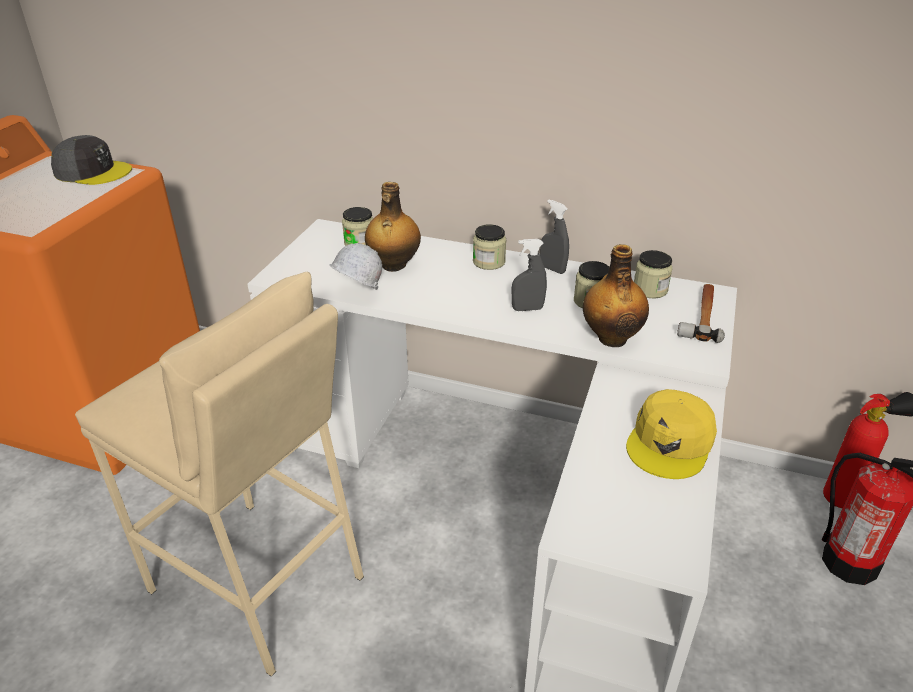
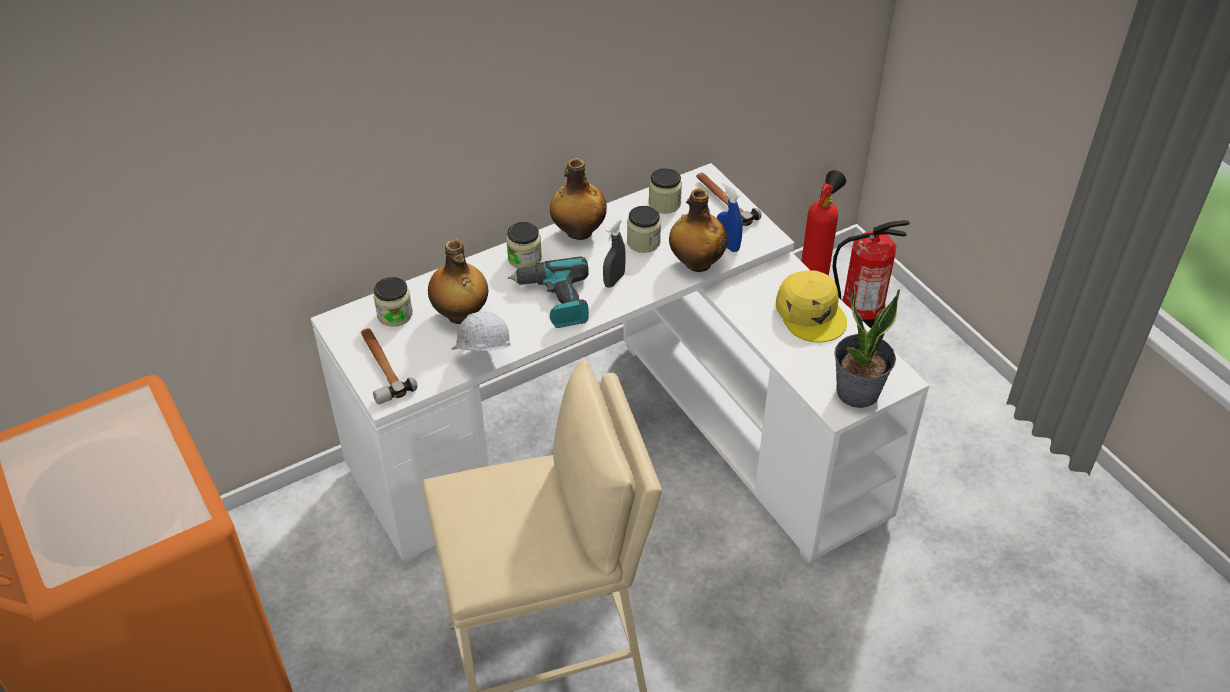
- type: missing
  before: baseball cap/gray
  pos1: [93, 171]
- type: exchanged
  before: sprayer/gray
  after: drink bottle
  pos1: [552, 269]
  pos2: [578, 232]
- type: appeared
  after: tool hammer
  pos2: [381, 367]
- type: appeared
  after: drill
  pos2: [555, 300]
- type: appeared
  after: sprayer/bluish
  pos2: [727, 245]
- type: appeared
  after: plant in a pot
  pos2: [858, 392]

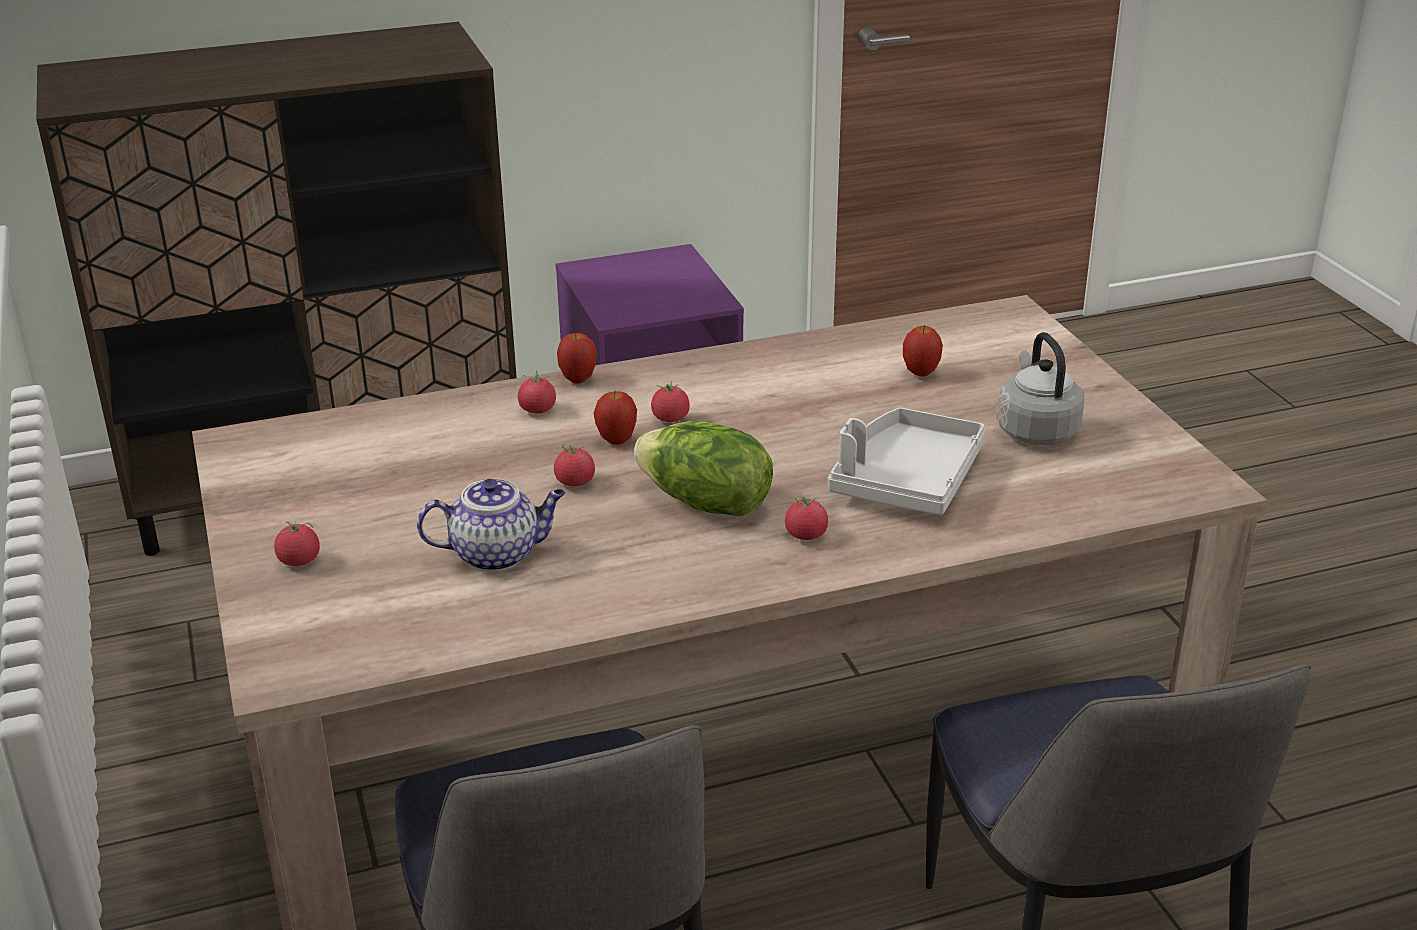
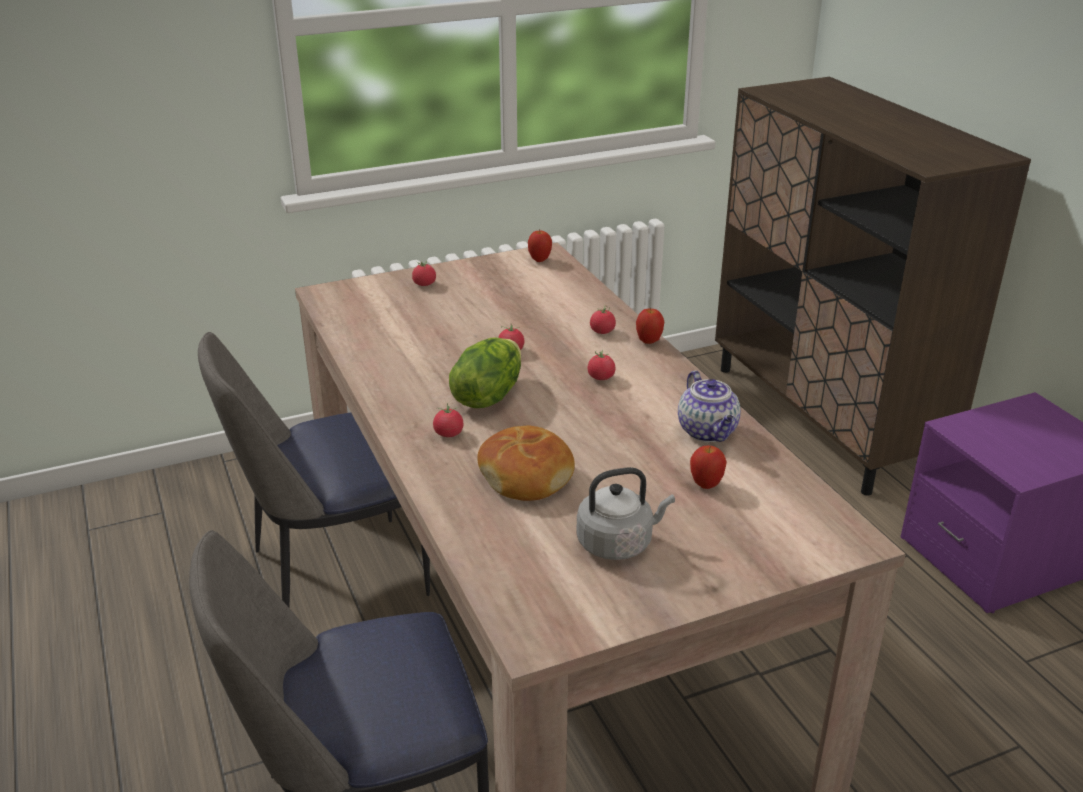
- type: relocated
  before: pot for tea
  pos1: [497, 554]
  pos2: [708, 432]
- type: relocated
  before: apple fruit
  pos1: [616, 440]
  pos2: [540, 260]
- type: exchanged
  before: carrying tray/gray
  after: baked bread
  pos1: [906, 479]
  pos2: [526, 475]

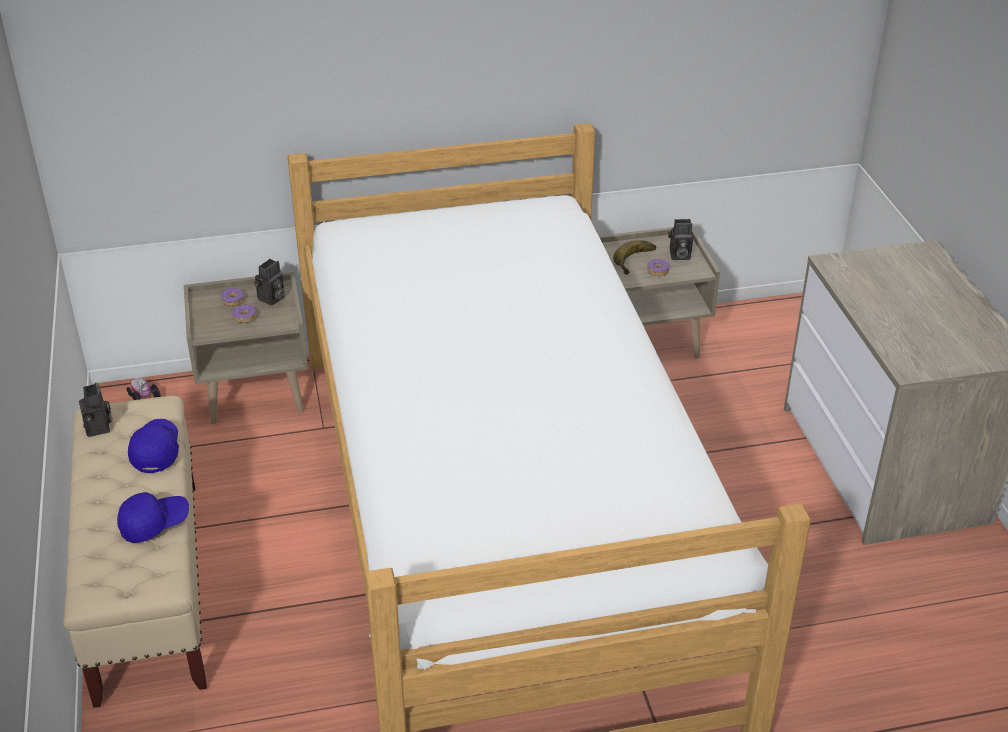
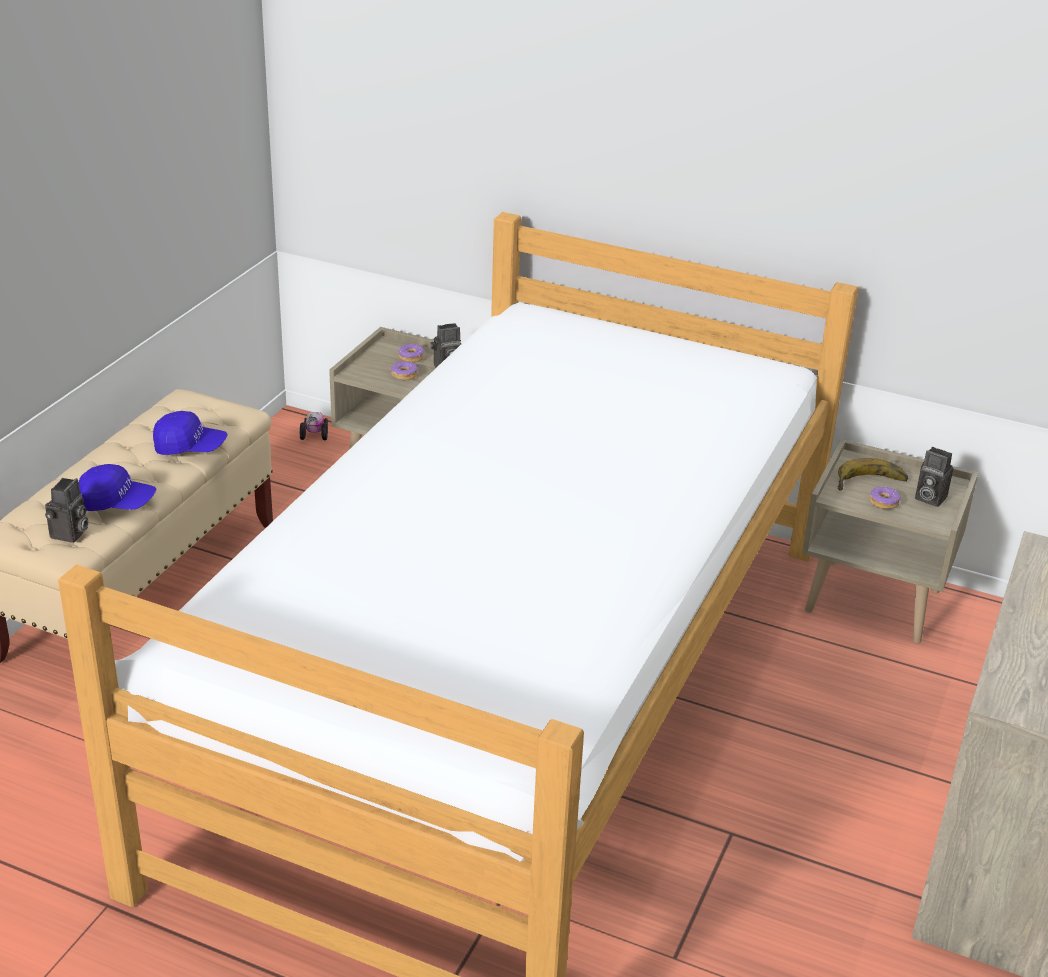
- type: relocated
  before: still camera
  pos1: [99, 428]
  pos2: [70, 534]
- type: spun
  before: baseball cap/bluish
  pos1: [156, 451]
  pos2: [190, 447]
  turn: 60

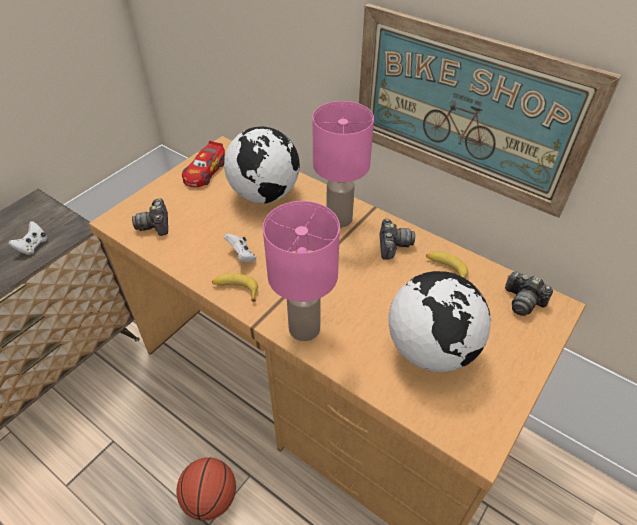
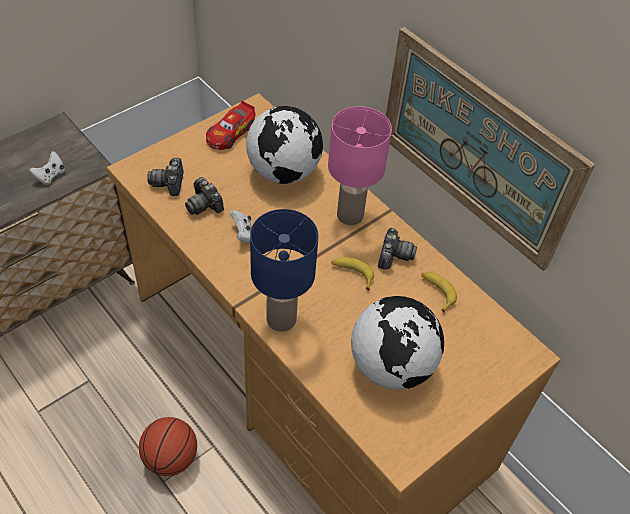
- type: relocated
  before: whole banana
  pos1: [236, 289]
  pos2: [352, 274]
- type: colour
  before: lamp for a table/pinkish
  after: lamp for a table/bluish
  pos1: [304, 329]
  pos2: [281, 320]
- type: relocated
  before: still camera
  pos1: [523, 301]
  pos2: [204, 204]

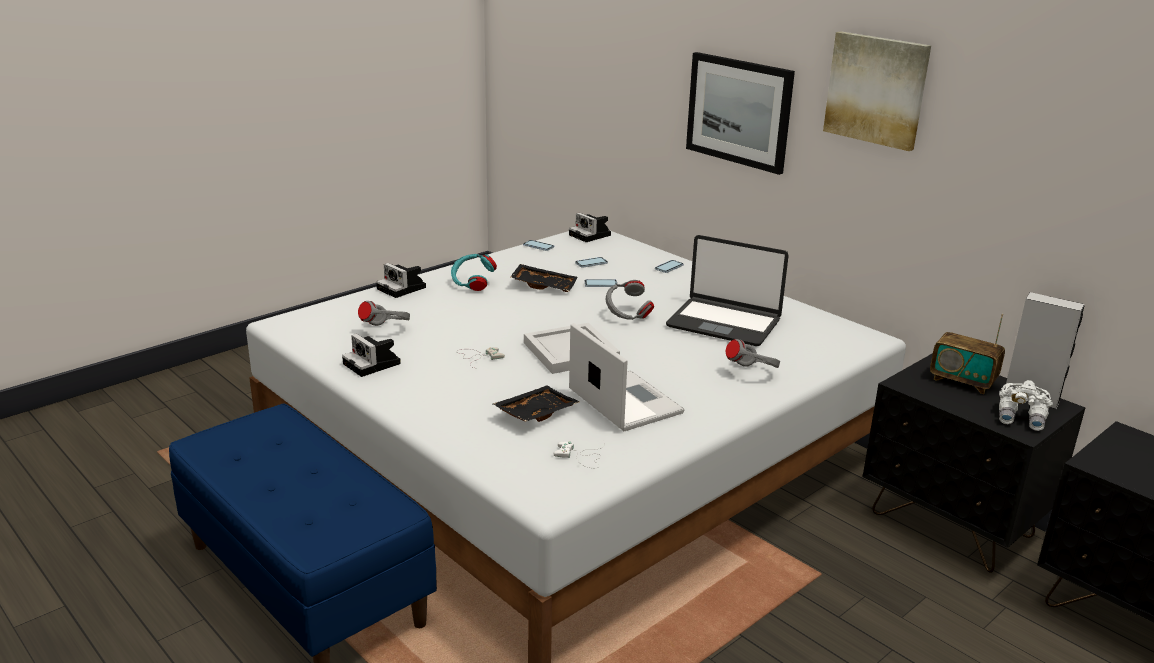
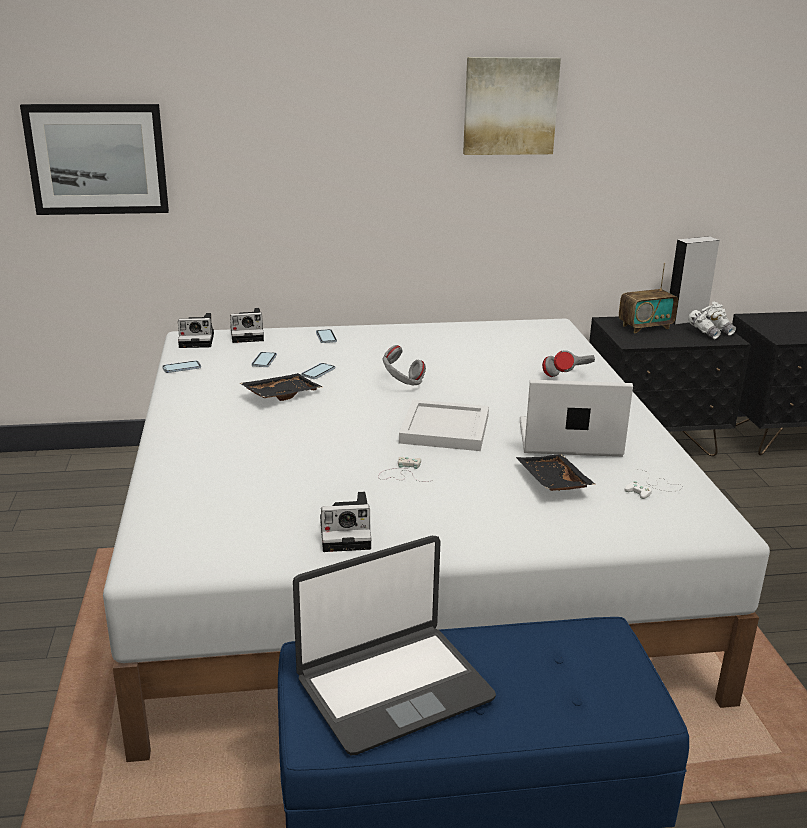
- type: missing
  before: pair of headphones/gray
  pos1: [386, 330]
- type: relocated
  before: still camera
  pos1: [403, 288]
  pos2: [248, 335]
- type: missing
  before: pair of headphones/turquoise-coloured
  pos1: [472, 285]
- type: relocated
  before: notebook computer
  pos1: [724, 323]
  pos2: [393, 688]
- type: relocated
  before: wall art
  pos1: [739, 111]
  pos2: [97, 159]

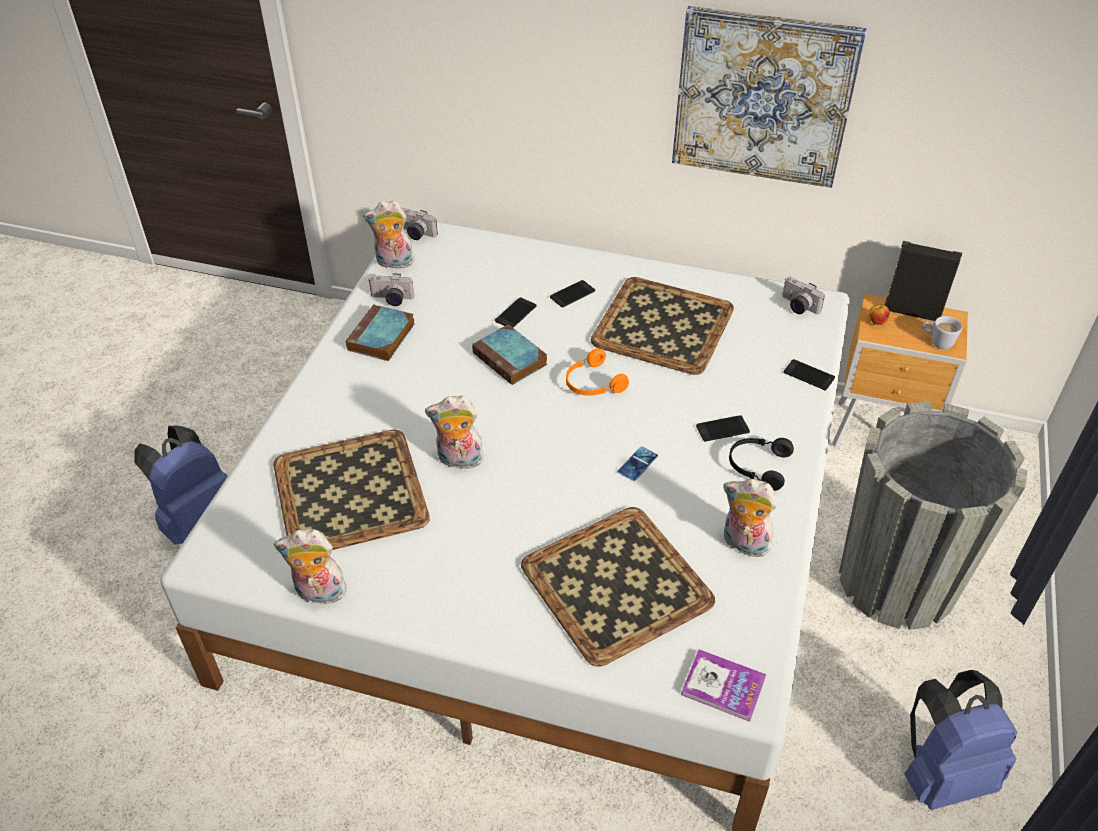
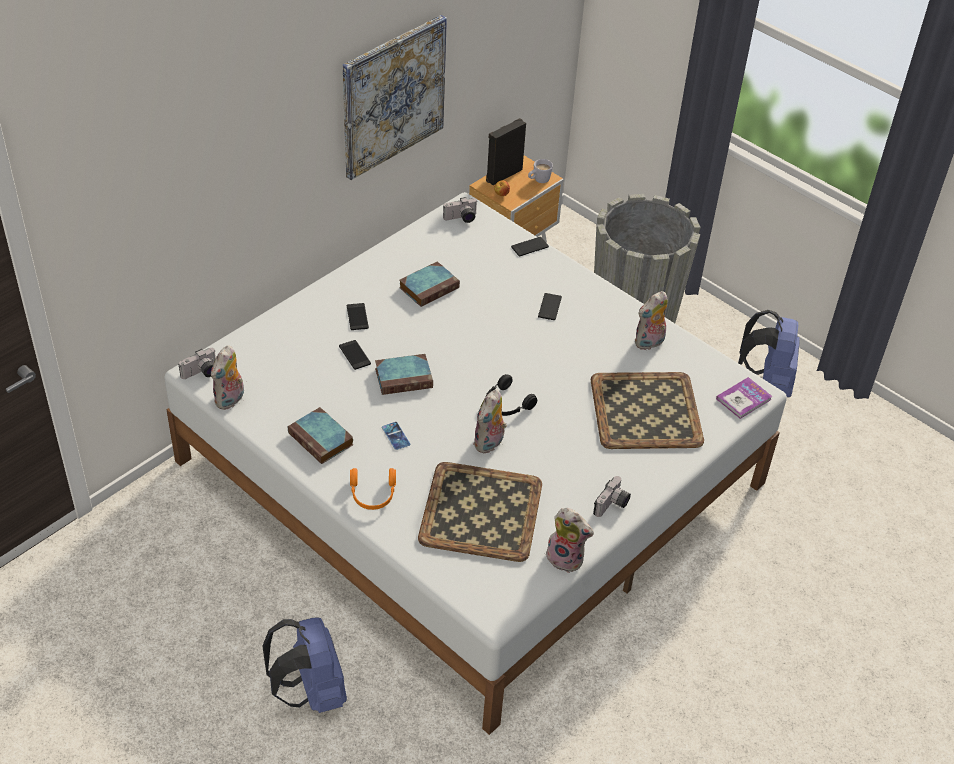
- type: spun
  before: cuddly toy
  pos1: [318, 594]
  pos2: [566, 558]
  turn: -90
- type: relocated
  before: still camera
  pos1: [391, 299]
  pos2: [612, 505]
- type: relocated
  before: pair of headphones/orange
  pos1: [592, 383]
  pos2: [373, 494]
- type: exchanged
  before: carrying tray
  after: bound book
  pos1: [664, 325]
  pos2: [429, 287]
- type: relocated
  before: handset
  pos1: [637, 464]
  pos2: [396, 436]
- type: relocated
  before: pair of headphones/blackish
  pos1: [757, 466]
  pos2: [506, 404]

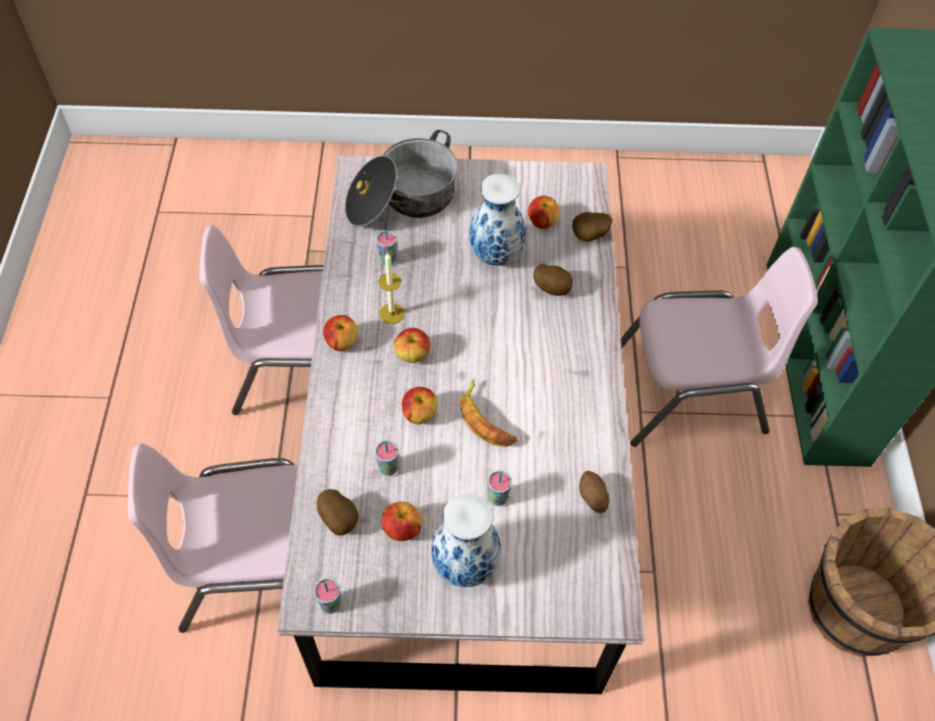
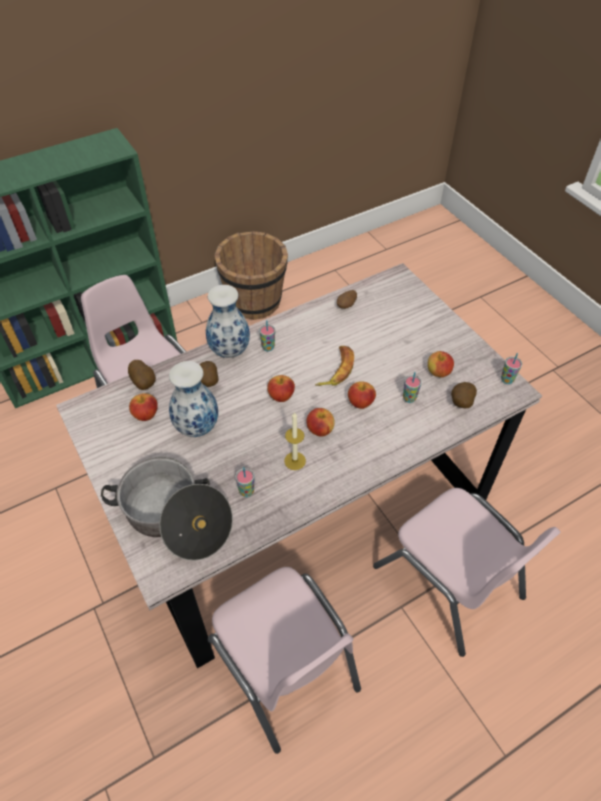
- type: relocated
  before: apple fruit
  pos1: [341, 342]
  pos2: [281, 396]
- type: relocated
  before: decorative vase
  pos1: [464, 566]
  pos2: [230, 351]
- type: relocated
  before: drinking cup
  pos1: [498, 498]
  pos2: [268, 347]

